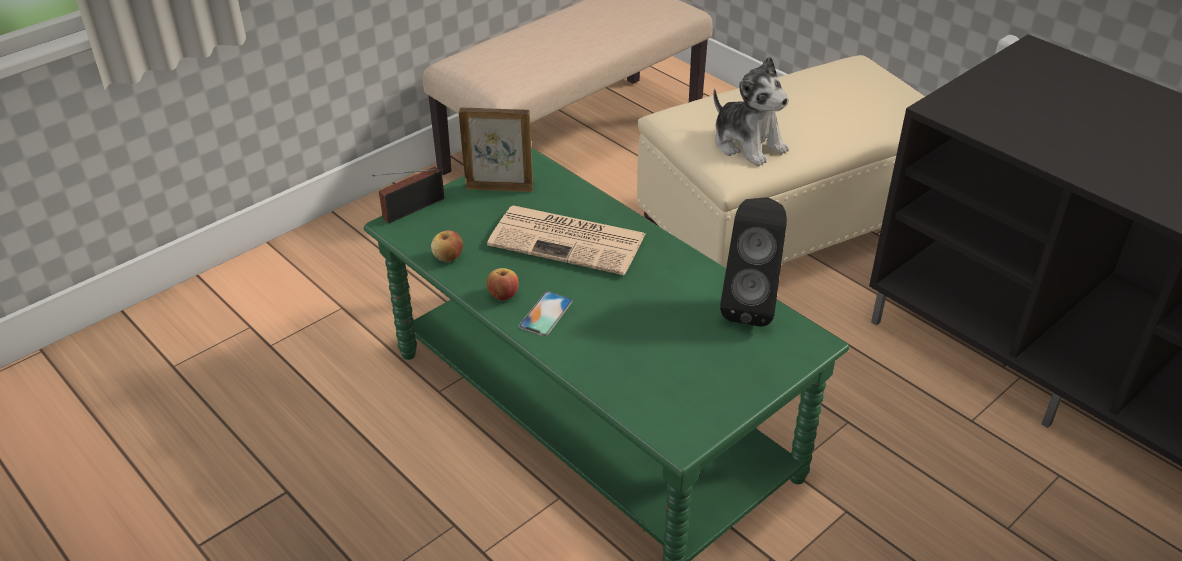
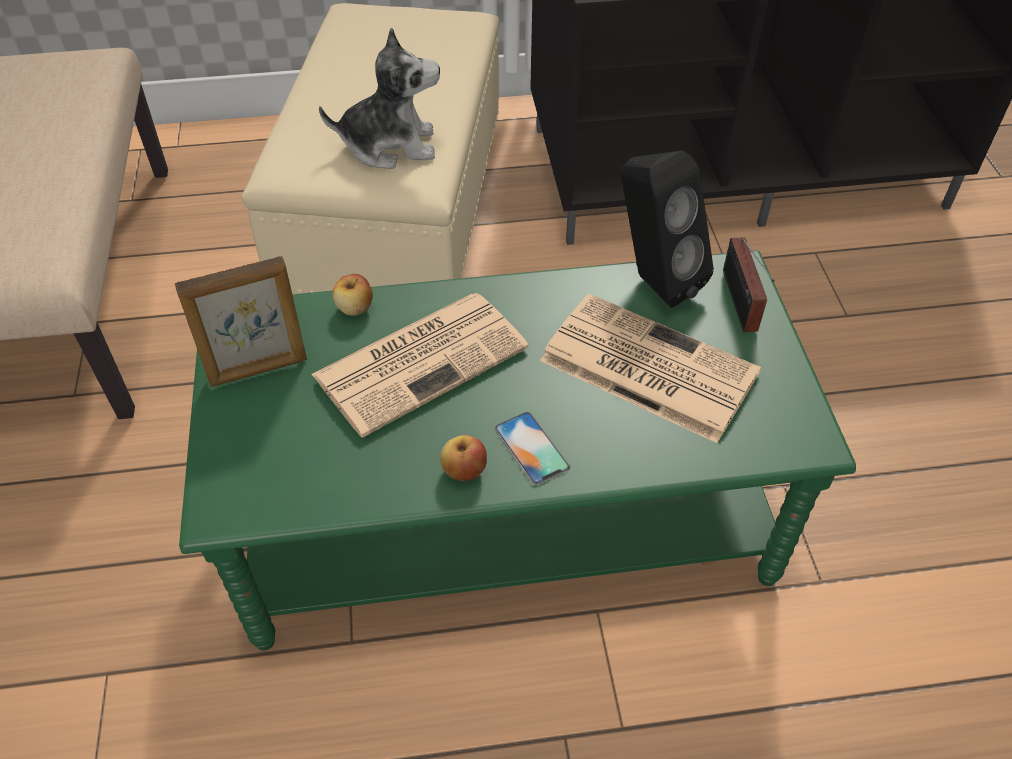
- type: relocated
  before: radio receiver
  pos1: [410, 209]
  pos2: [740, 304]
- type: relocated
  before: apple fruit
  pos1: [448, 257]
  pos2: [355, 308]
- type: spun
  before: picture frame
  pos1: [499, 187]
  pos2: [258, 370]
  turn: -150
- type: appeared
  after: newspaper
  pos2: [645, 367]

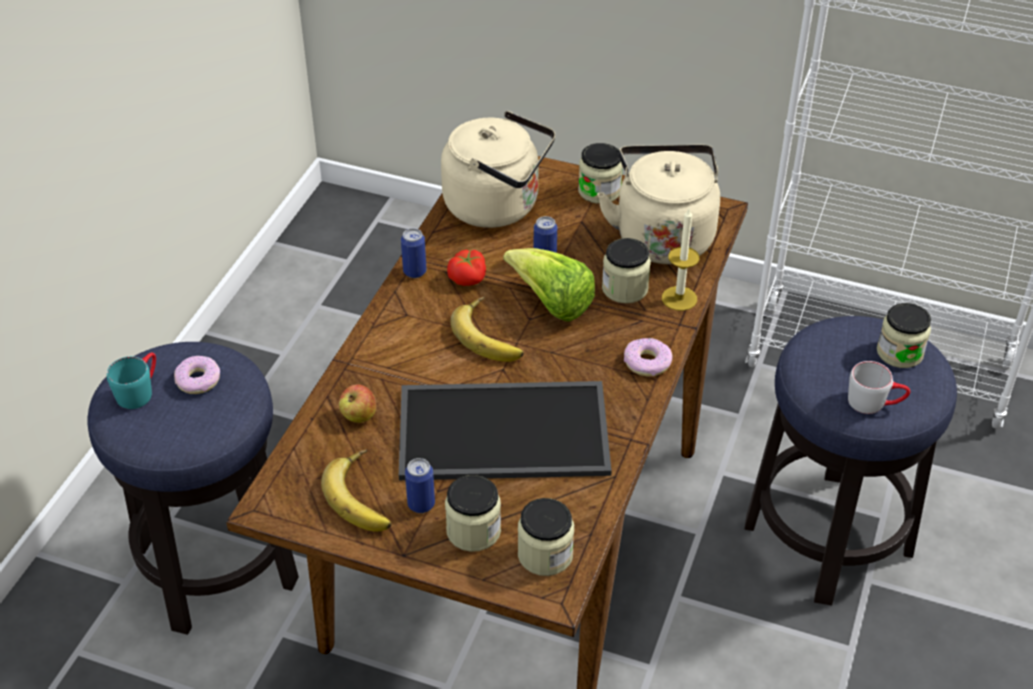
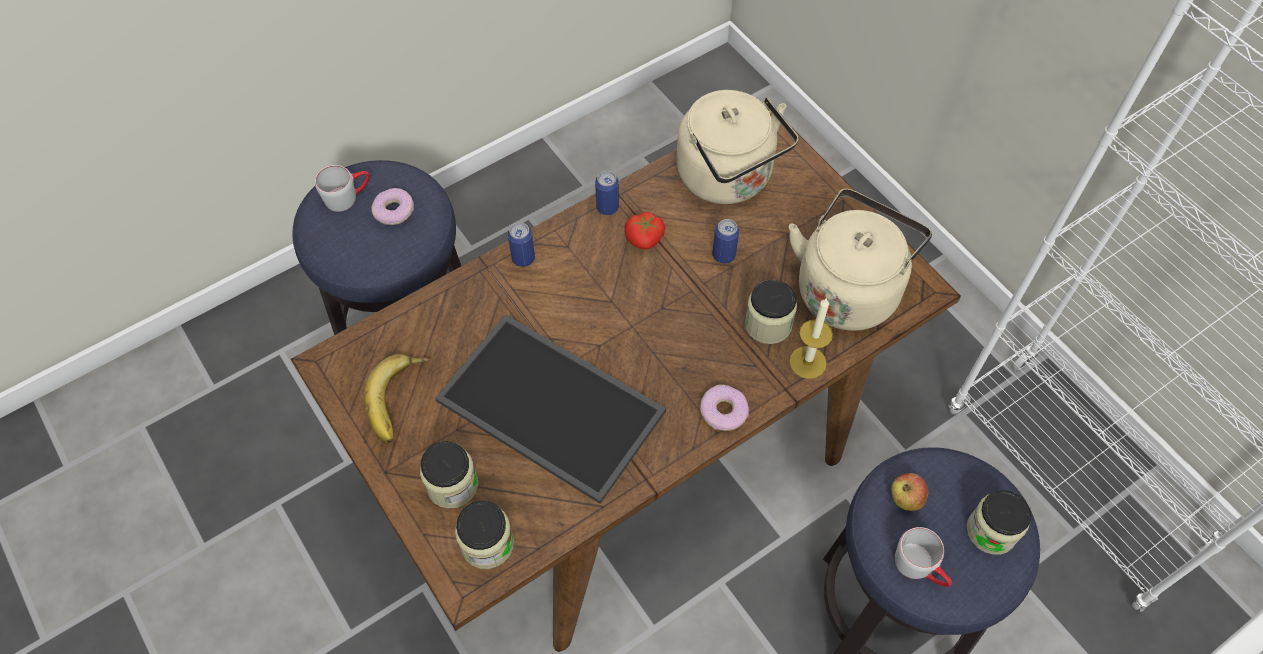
- type: colour
  before: mug/turquoise-coloured
  after: mug/gray
  pos1: [139, 390]
  pos2: [348, 196]
- type: relocated
  before: apple fruit
  pos1: [359, 416]
  pos2: [905, 498]
- type: relocated
  before: metal can
  pos1: [421, 504]
  pos2: [523, 258]
- type: missing
  before: whole banana
  pos1: [491, 335]
- type: missing
  before: lettuce head
  pos1: [551, 303]
- type: missing
  before: preserve jar
  pos1: [599, 191]

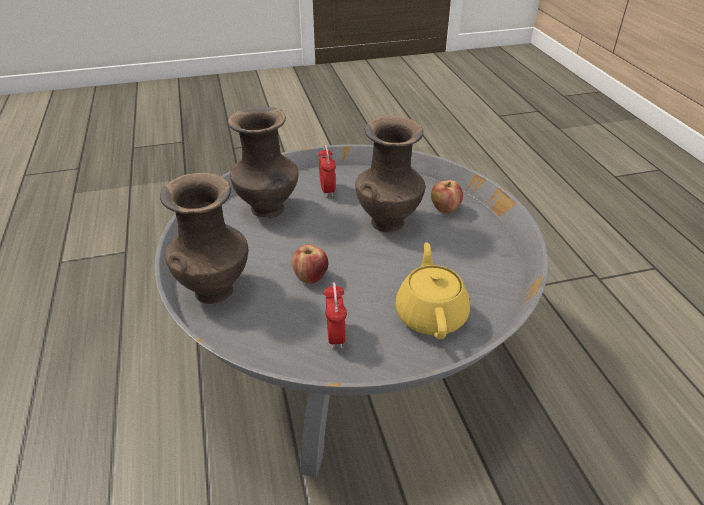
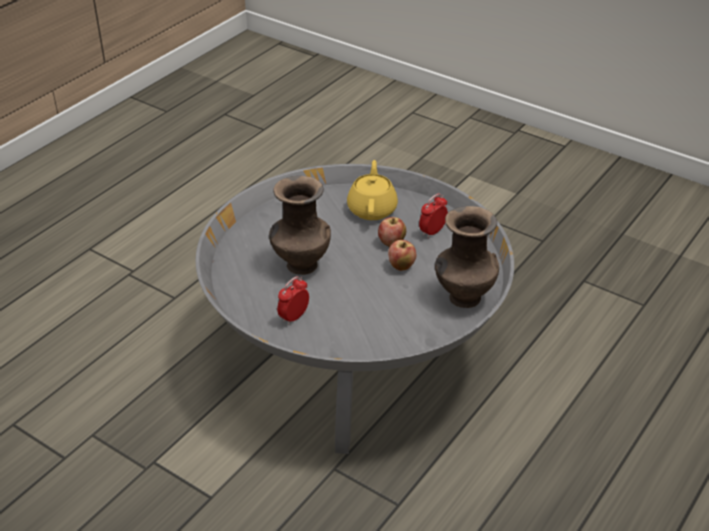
- type: missing
  before: decorative vase/brown-coloured
  pos1: [269, 210]
- type: spun
  before: pot for tea/yellowish
  pos1: [431, 314]
  pos2: [372, 209]
  turn: 135
- type: relocated
  before: apple fruit
  pos1: [445, 209]
  pos2: [391, 243]

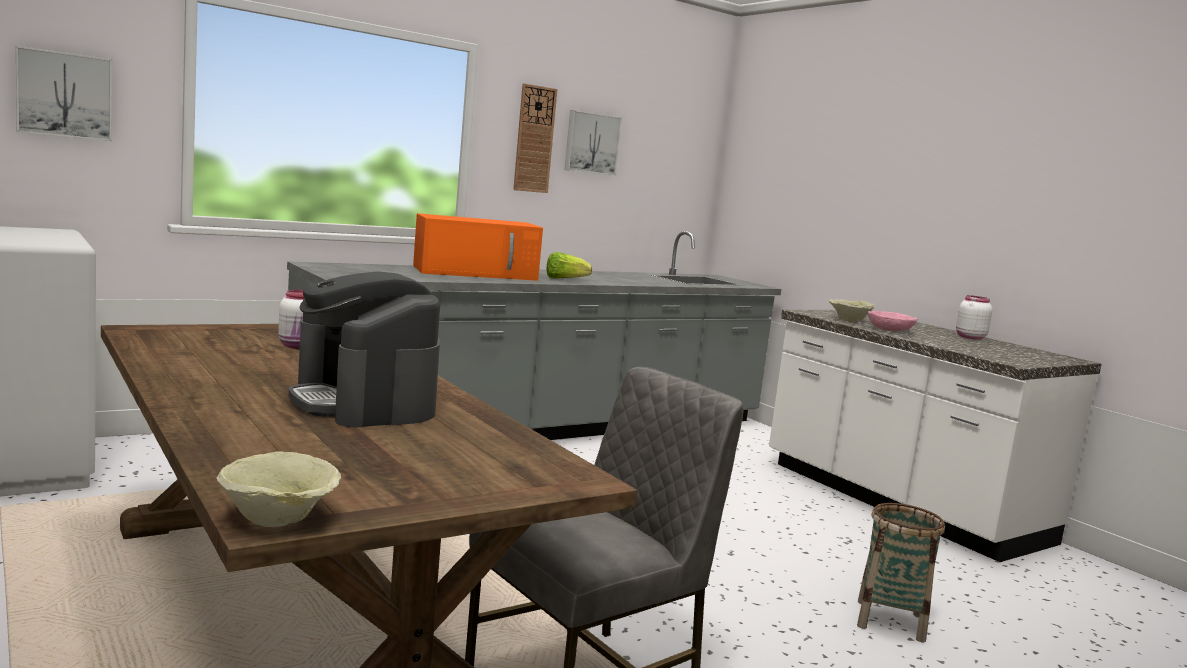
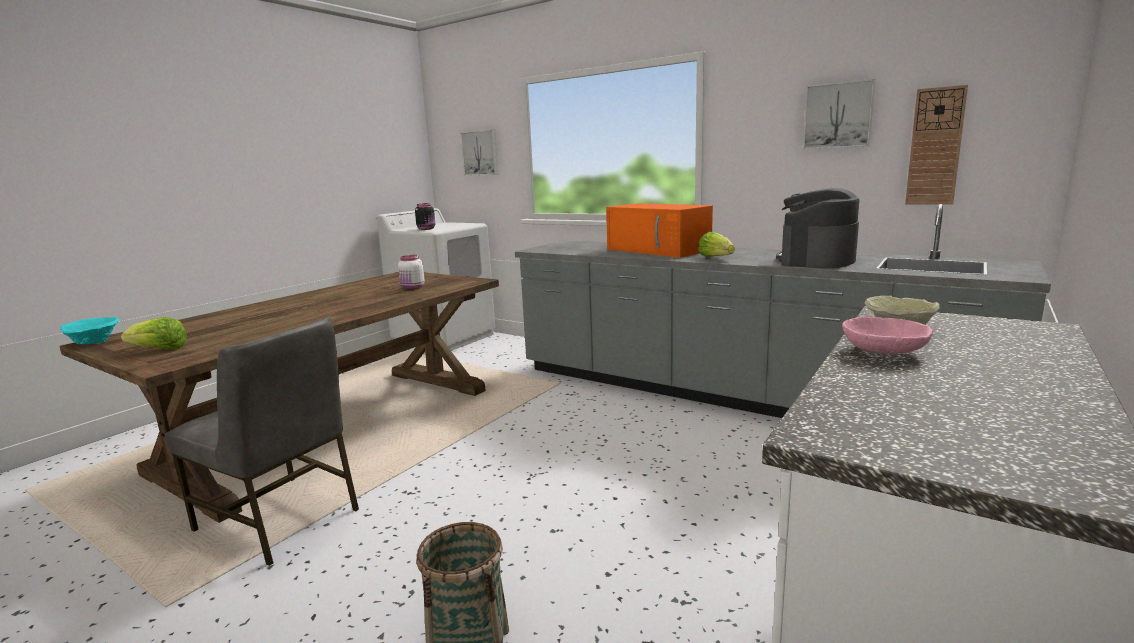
- type: colour
  before: serving bowl/beige-coloured
  after: serving bowl/turquoise-coloured
  pos1: [280, 518]
  pos2: [94, 342]
- type: relocated
  before: coffee machine
  pos1: [364, 403]
  pos2: [816, 260]
- type: relocated
  before: wall clock
  pos1: [534, 139]
  pos2: [935, 147]
- type: missing
  before: preserve jar/white
  pos1: [969, 337]
- type: appeared
  after: lettuce head
  pos2: [159, 350]
- type: appeared
  after: preserve jar/blackish
  pos2: [427, 229]

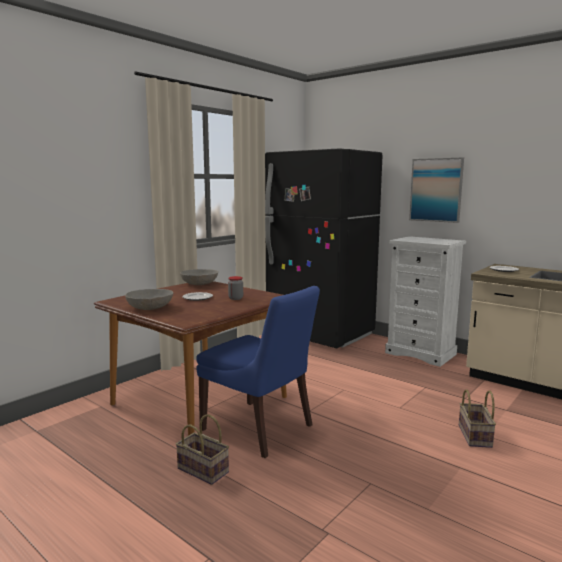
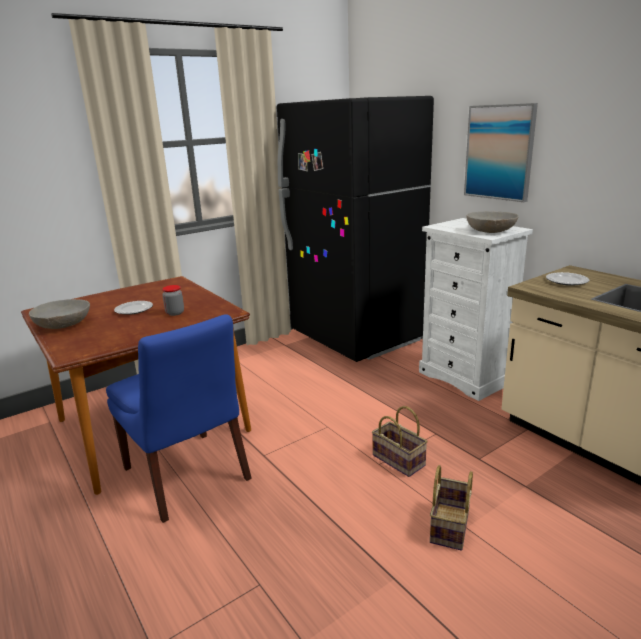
- type: relocated
  before: household basket
  pos1: [204, 470]
  pos2: [400, 460]
- type: relocated
  before: serving bowl/gray
  pos1: [200, 284]
  pos2: [491, 231]

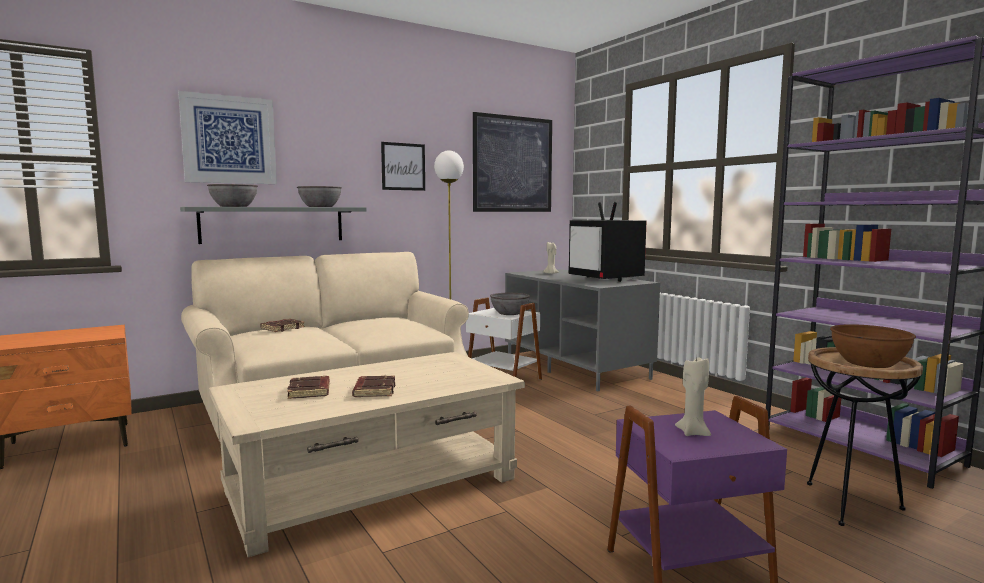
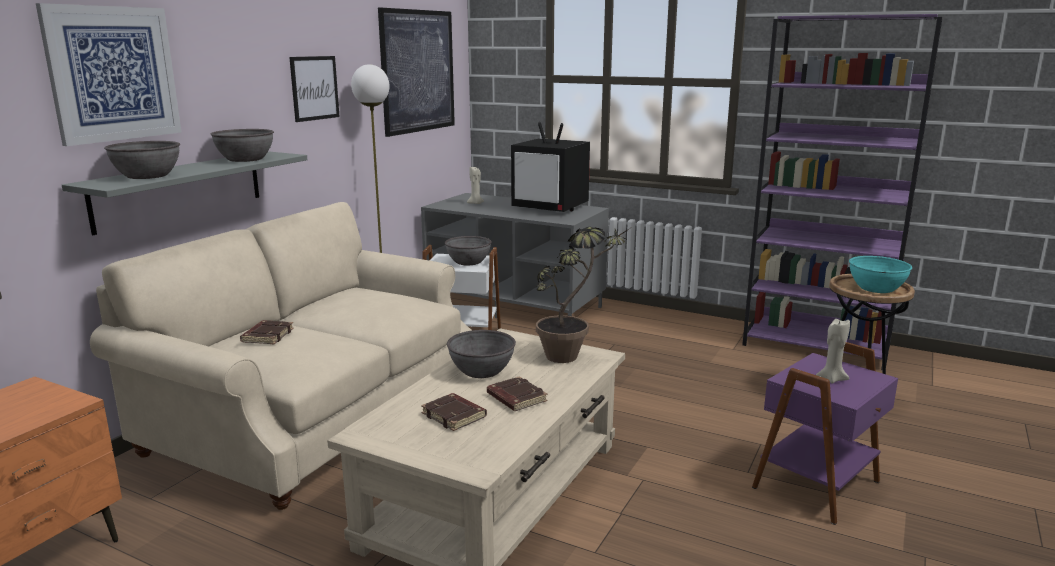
- type: colour
  before: serving bowl/brown-coloured
  after: serving bowl/turquoise-coloured
  pos1: [868, 363]
  pos2: [876, 288]
- type: appeared
  after: serving bowl/gray
  pos2: [481, 370]
- type: appeared
  after: plant in a pot
  pos2: [573, 355]

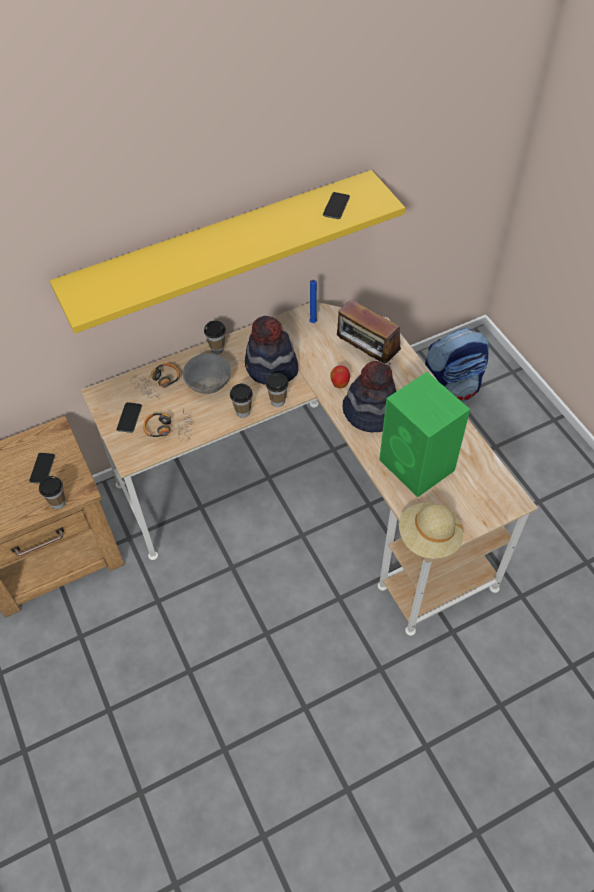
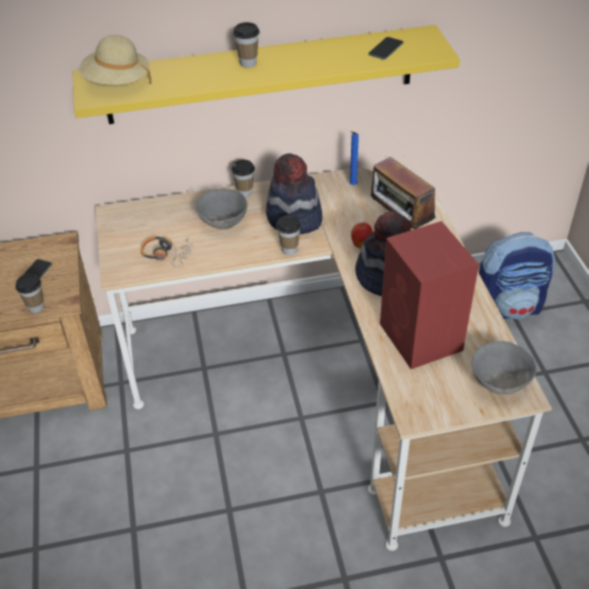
- type: missing
  before: handset
  pos1: [129, 418]
- type: missing
  before: pair of headphones
  pos1: [158, 383]
- type: relocated
  before: drinking cup
  pos1: [243, 412]
  pos2: [248, 63]
- type: colour
  before: speaker/green-coloured
  after: speaker/red-coloured
  pos1: [418, 466]
  pos2: [421, 338]
- type: relocated
  before: hat/beige-coloured
  pos1: [429, 538]
  pos2: [117, 82]
- type: appeared
  after: serving bowl/gray
  pos2: [499, 384]

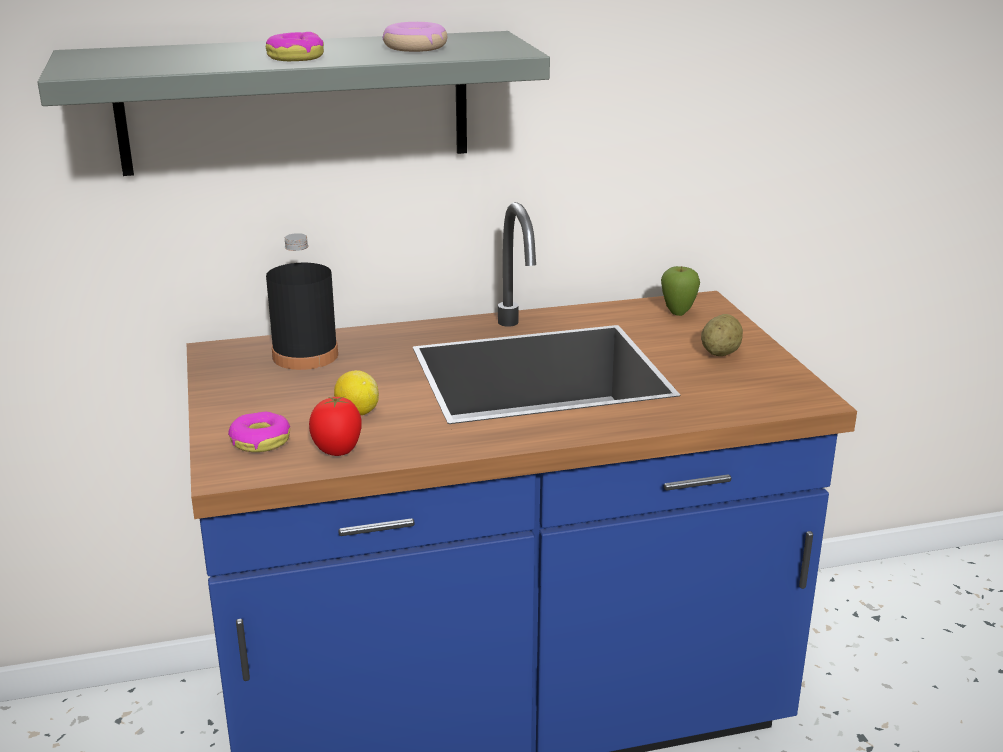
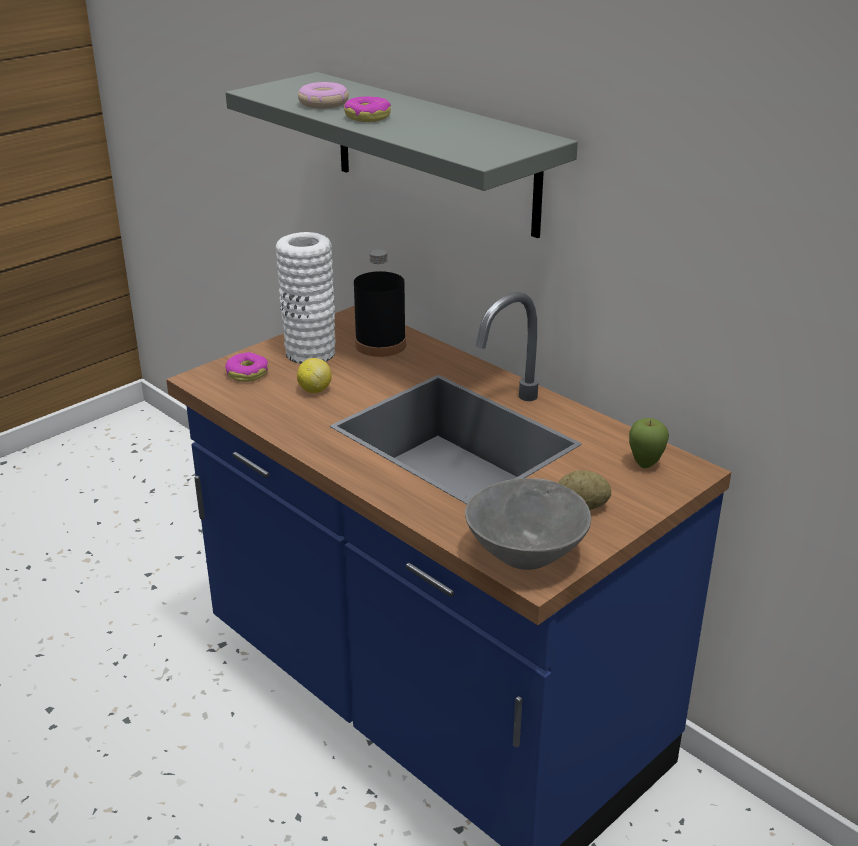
- type: missing
  before: whole tomato
  pos1: [338, 452]
- type: relocated
  before: doughnut
  pos1: [415, 47]
  pos2: [323, 104]
- type: appeared
  after: decorative vase/white
  pos2: [310, 352]
- type: appeared
  after: serving bowl/gray
  pos2: [527, 554]

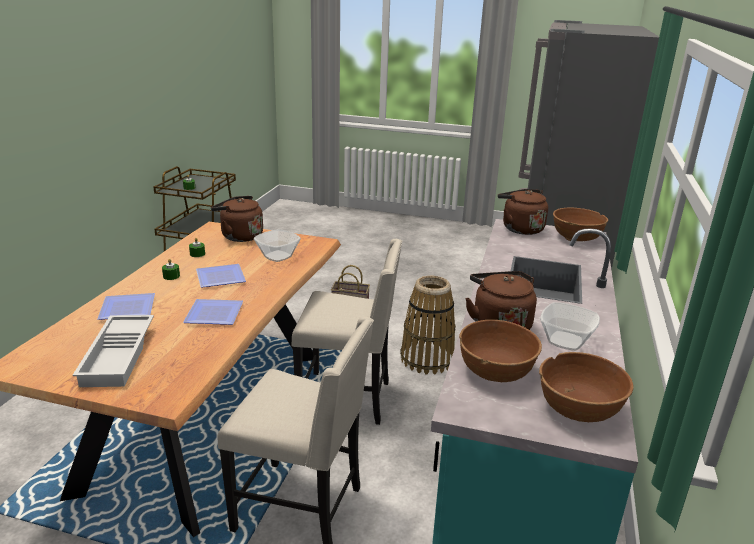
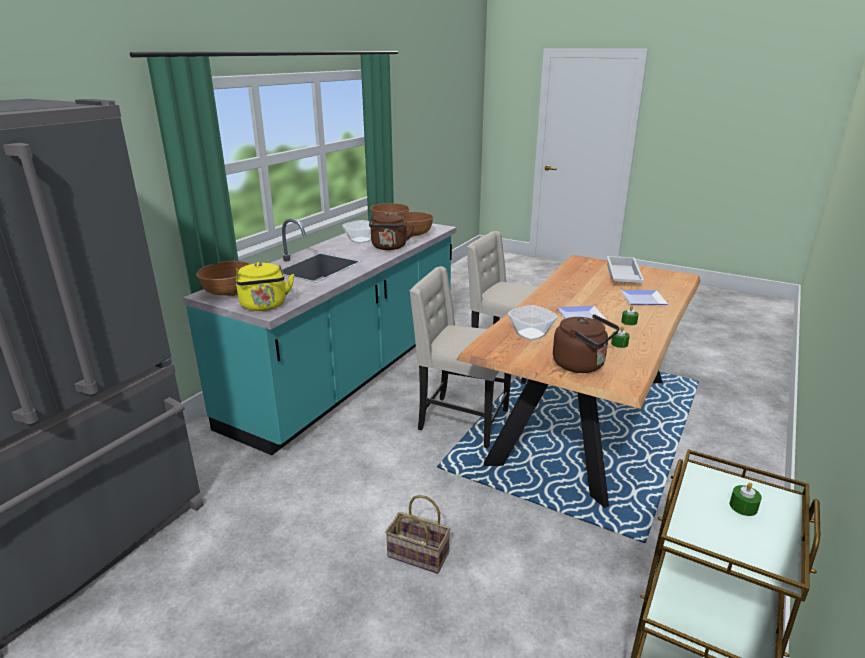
- type: missing
  before: dinner plate
  pos1: [215, 315]
- type: missing
  before: household basket
  pos1: [427, 359]
- type: colour
  before: kettle/brown-coloured
  after: kettle/yellowish
  pos1: [520, 228]
  pos2: [264, 306]

